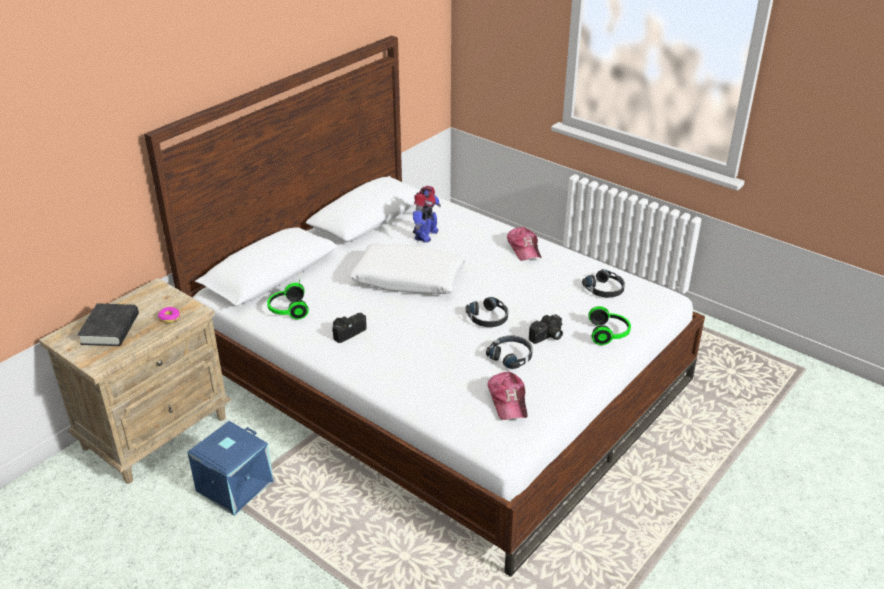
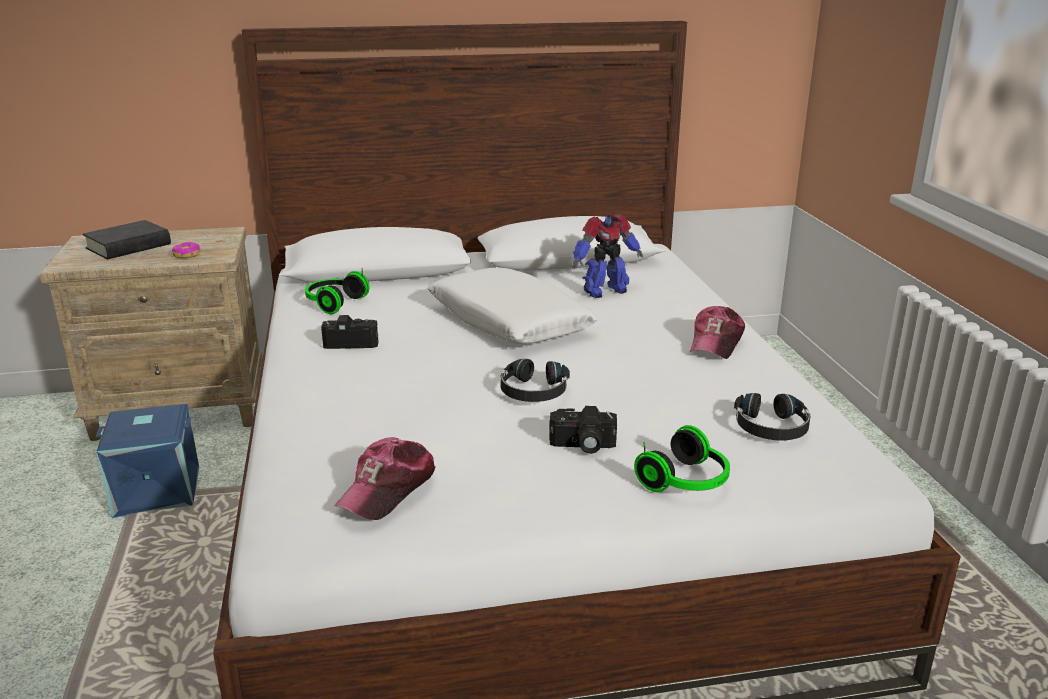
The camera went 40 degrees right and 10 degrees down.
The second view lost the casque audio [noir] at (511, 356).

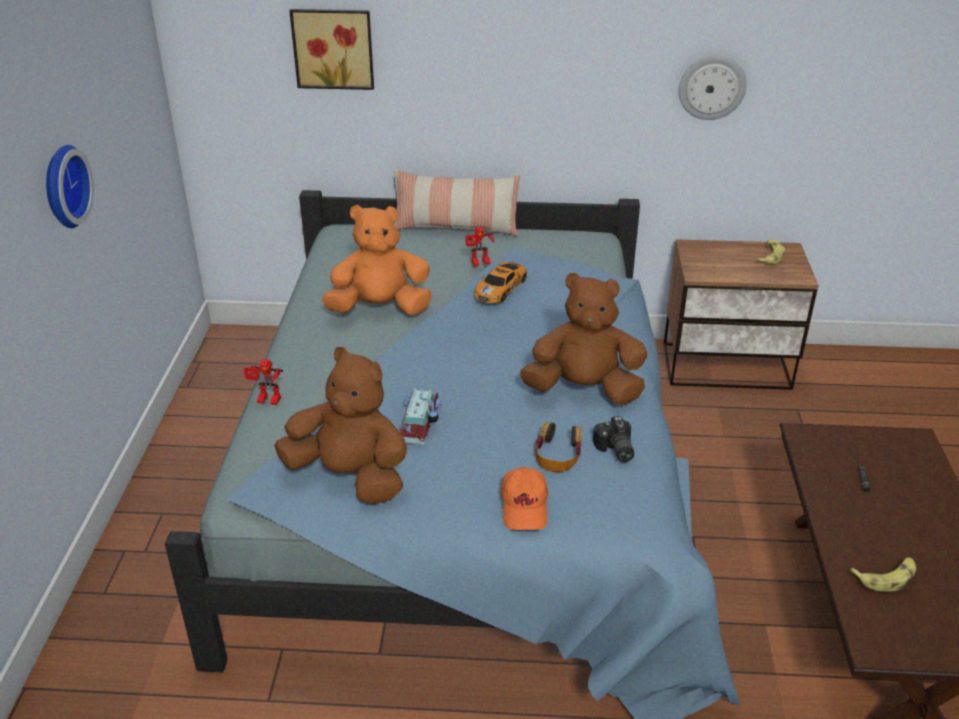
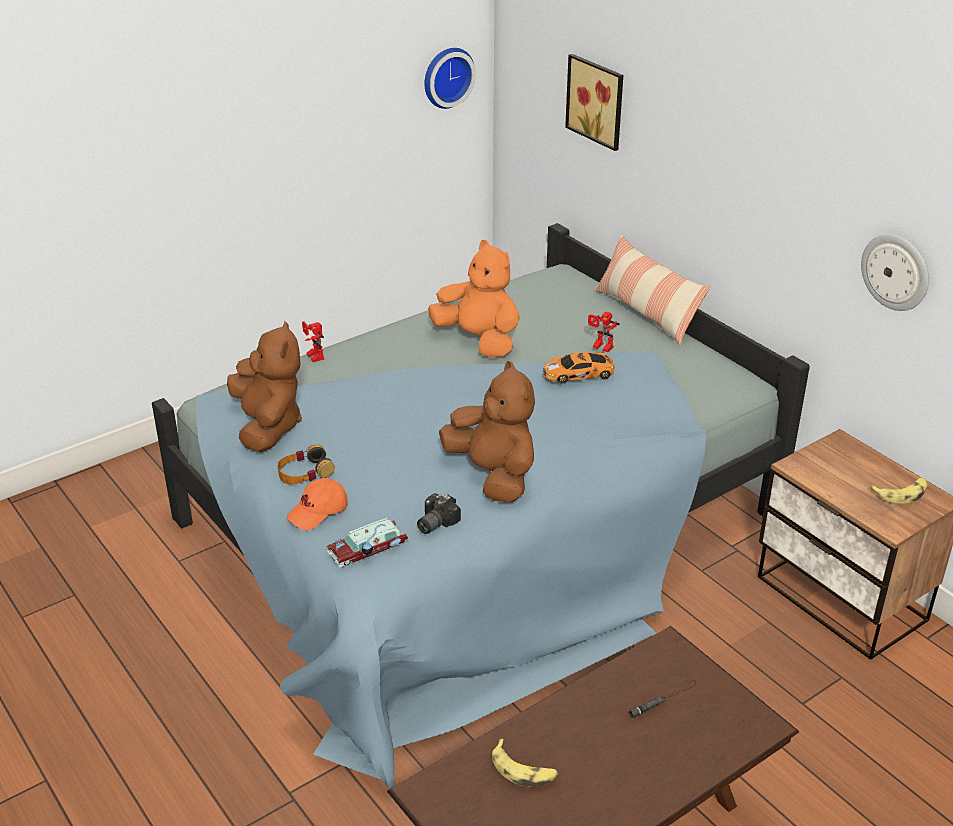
The camera went 50 degrees right and 0 degrees up.
The horloge murale ended up elsewhere, having gone from (62, 186) to (446, 76).
The petite voiture ended up elsewhere, having gone from (420, 421) to (369, 548).
The casque audio ended up elsewhere, having gone from (558, 454) to (304, 472).

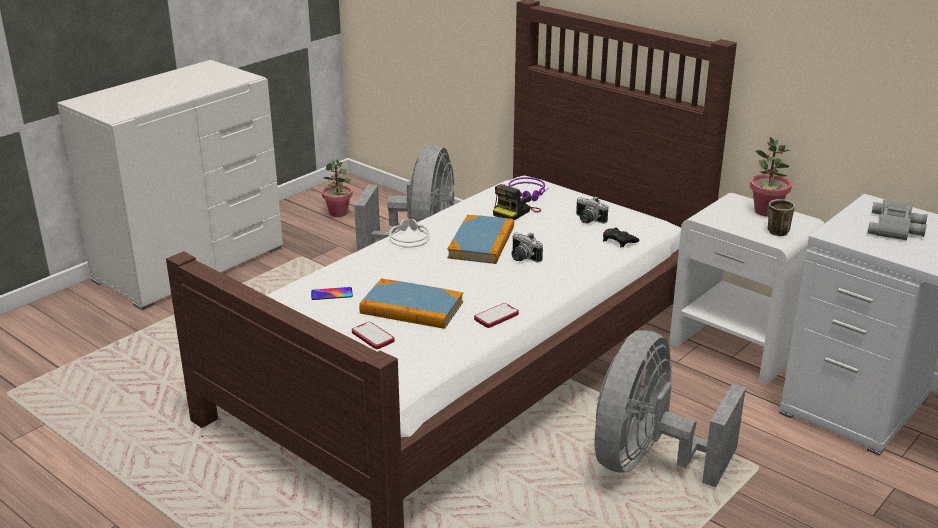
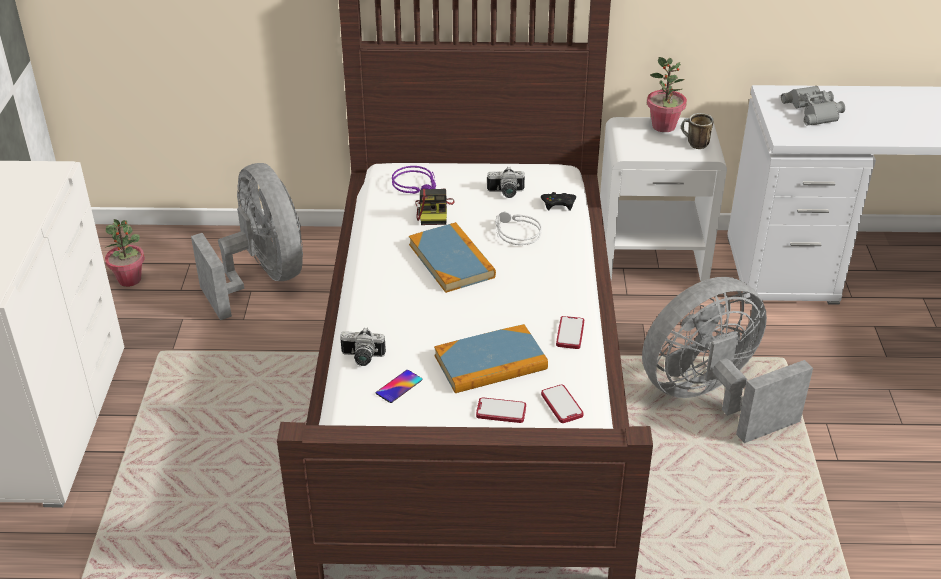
The camera went 40 degrees left and 10 degrees up.
The second view gained the téléphone at (562, 405).
The casque audio [gris] ended up elsewhere, having gone from (407, 238) to (515, 233).
The appareil photo ended up elsewhere, having gone from (522, 258) to (362, 358).
The ventilateur [gris] at (648, 461) ended up facing another way, 75 degrees clockwise from before.

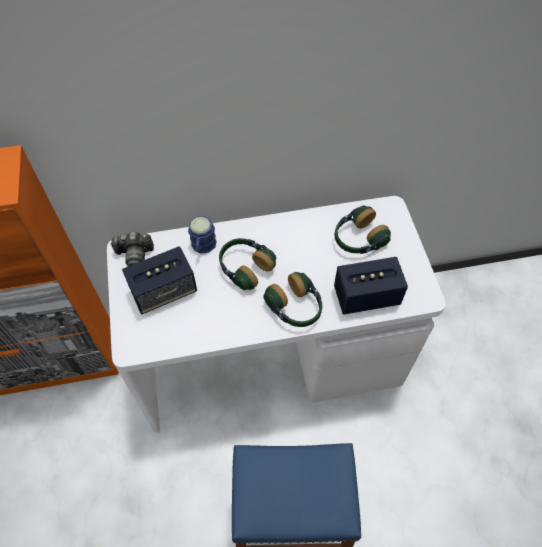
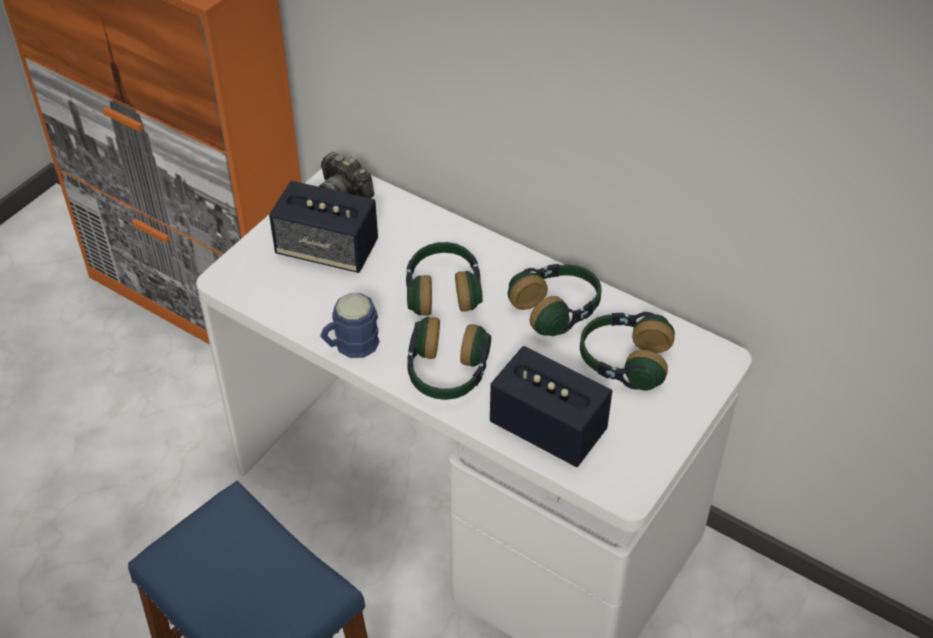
The camera went 45 degrees right and 10 degrees down.
The second view gained the casque audio at (557, 310).
The mug [bleu] ended up elsewhere, having gone from (202, 247) to (350, 346).

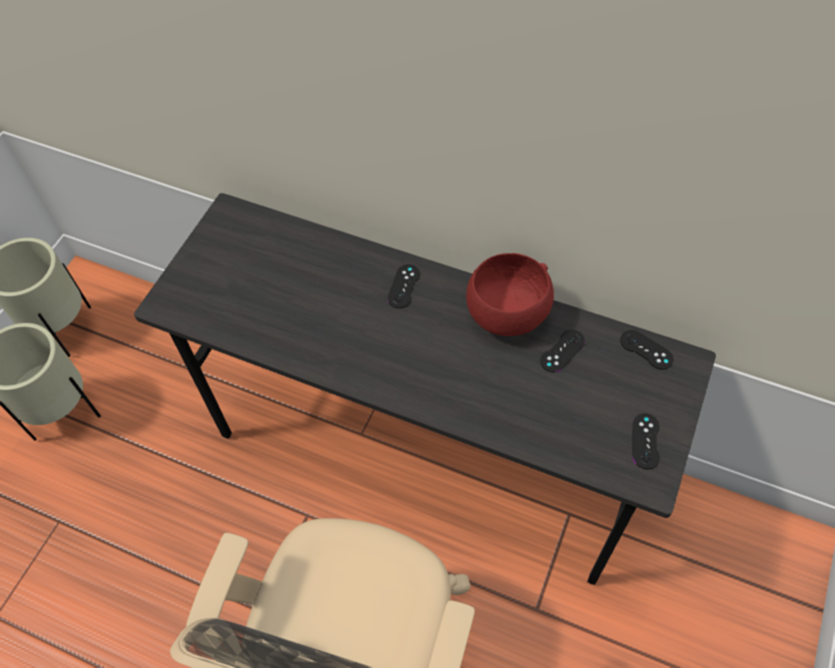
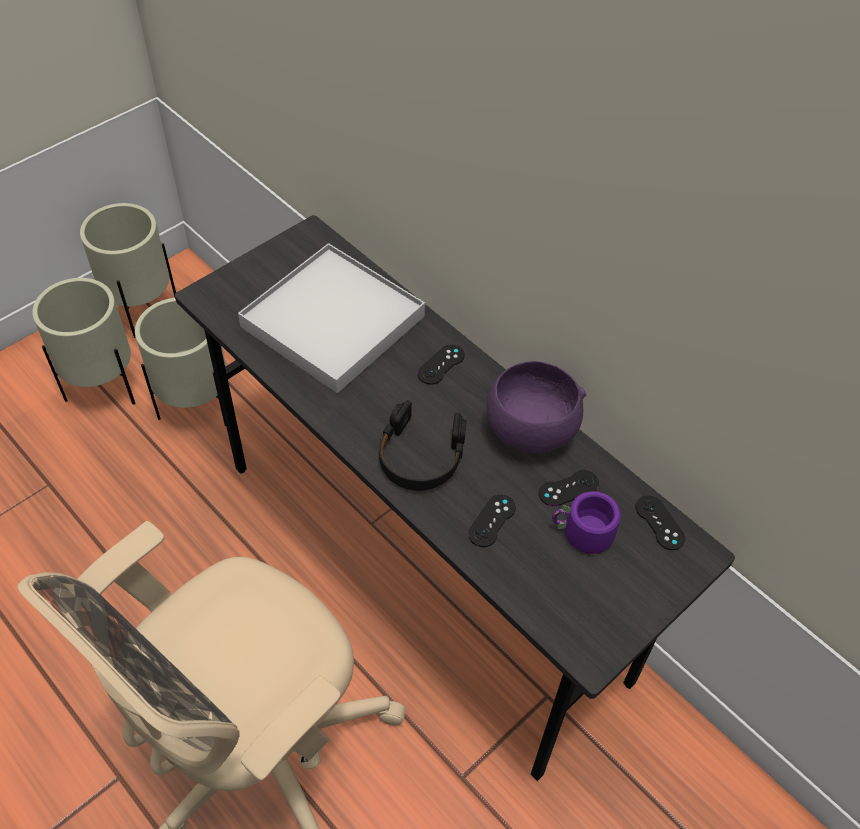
The camera went 20 degrees right and 5 degrees down.
The second view gained the cache-pot [beige] at (197, 408).
The second view gained the plateau [blanc] at (332, 321).
The second view gained the casque audio [noir] at (420, 456).
The second view gained the mug [violet] at (582, 536).
The manette [noir] ended up elsewhere, having gone from (645, 441) to (492, 521).
What was the bol [rouge] at (505, 316) turned into the bol [violet] at (528, 432).

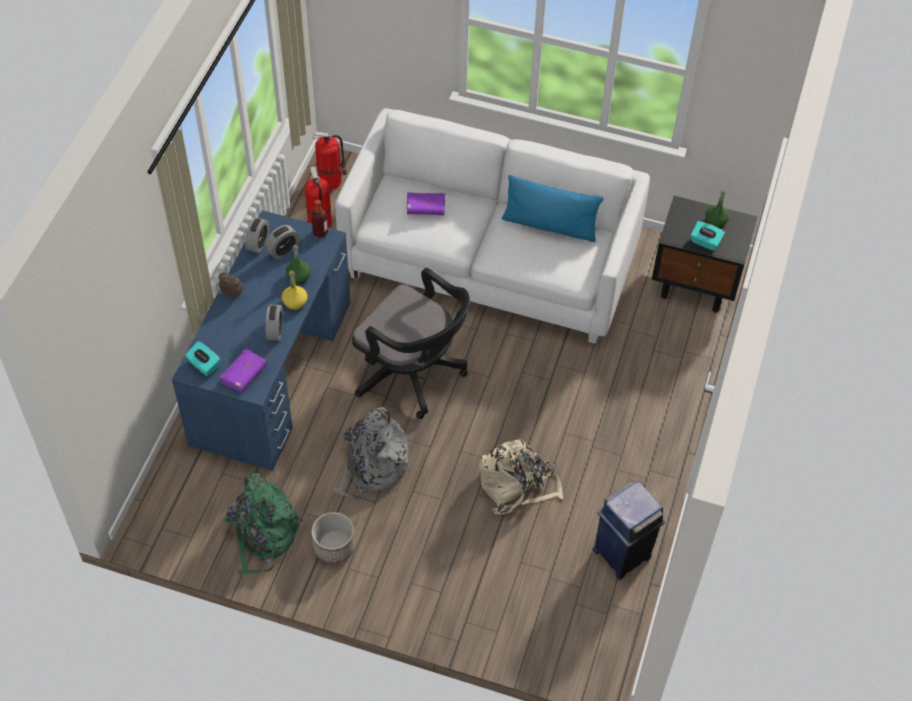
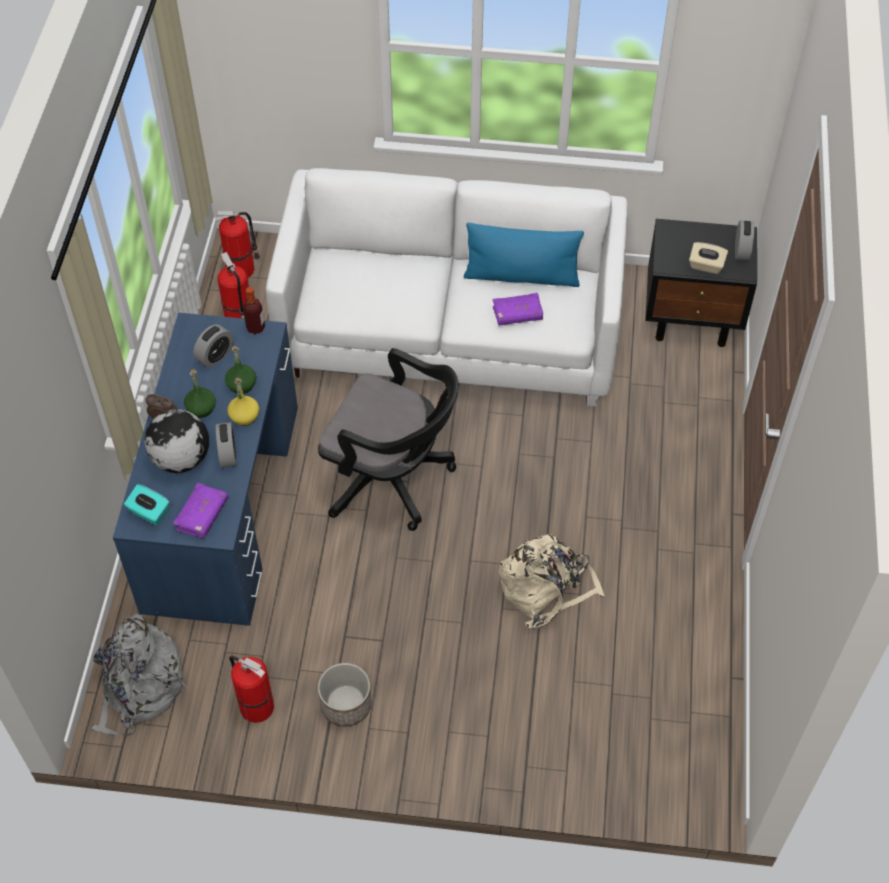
The camera went 10 degrees left and 0 degrees up.
The second view lost the poubelle [bleu] at (623, 553).
The second view gained the globe at (180, 459).
The réveil ended up elsewhere, having gone from (258, 243) to (741, 250).
The sac à dos [gris] ended up elsewhere, having gone from (372, 466) to (139, 688).
The livre [violet] ended up elsewhere, having gone from (425, 208) to (517, 314).
The bouteille [vert] ended up elsewhere, having gone from (716, 221) to (201, 408).
Where the sac à dos [vert] stood at (262, 534), the extincteur came to stand at (255, 706).
What was the boîte à mouchoirs [turquoise] at (705, 242) turned into the boîte à mouchoirs [beige] at (706, 266).

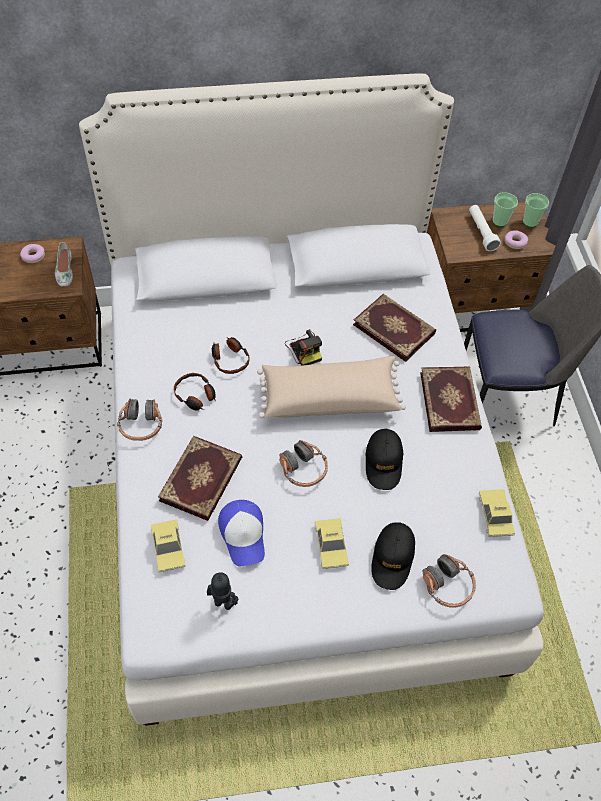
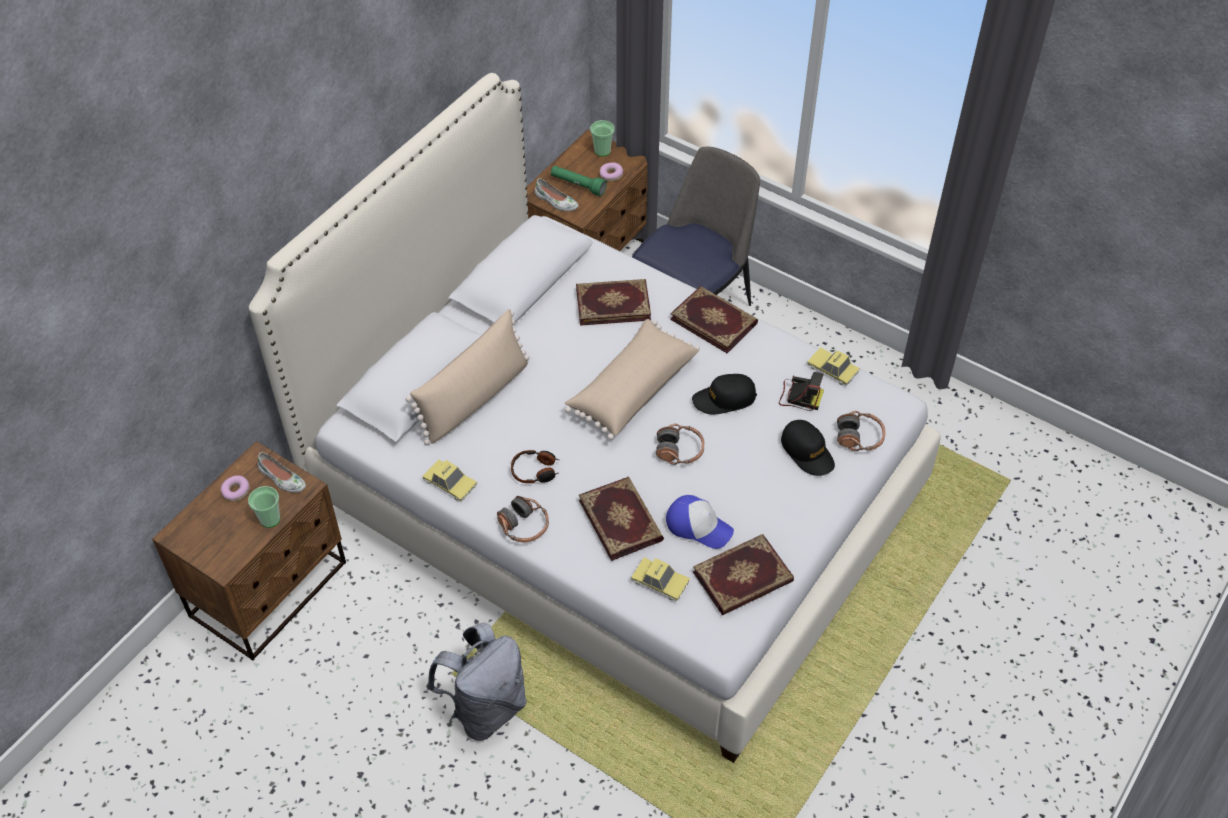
The camera went 45 degrees left and 5 degrees down.
The second view lost the casque audio at (229, 359).
The second view gained the coussin [beige] at (474, 398).
The second view gained the sac à dos [gris] at (485, 708).
The second view gained the chaussure [blanc] at (556, 202).
The appareil photo ended up elsewhere, having gone from (304, 349) to (799, 396).
The petite voiture ended up elsewhere, having gone from (331, 545) to (450, 483).
The tasse ended up elsewhere, having gone from (500, 221) to (270, 519).
Where the robot jouet stood at (223, 603), the livre came to stand at (743, 578).
What was the lampe de poche [blanc] at (481, 232) turned into the lampe de poche [vert] at (578, 185).
The casquette [noir] at (384, 462) ended up facing another way, 120 degrees clockwise from before.

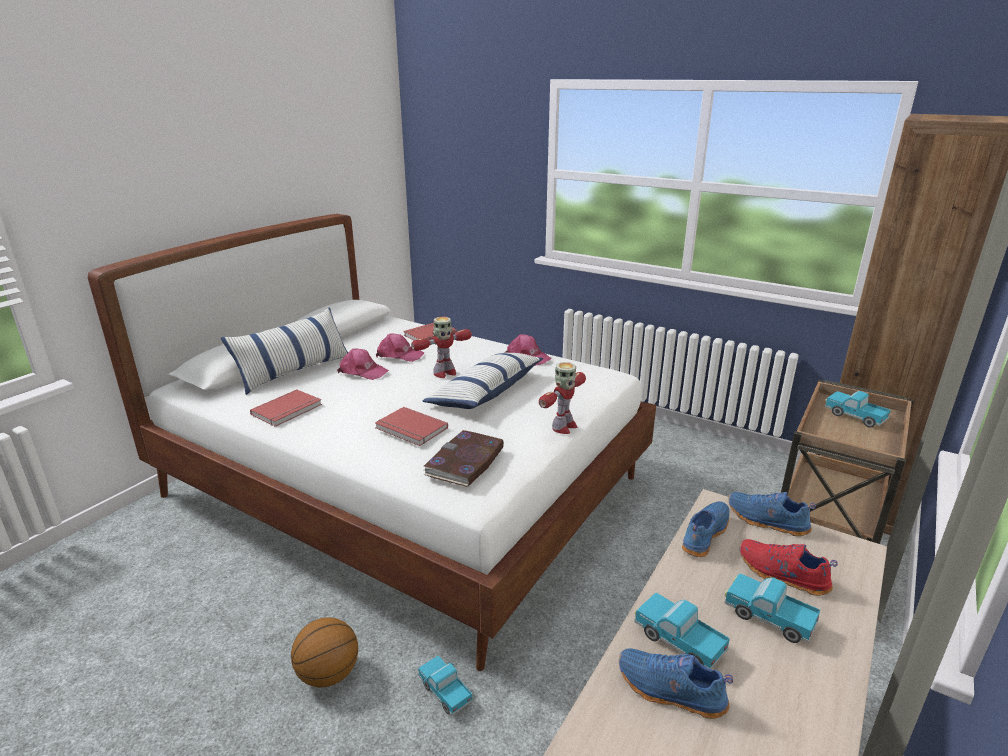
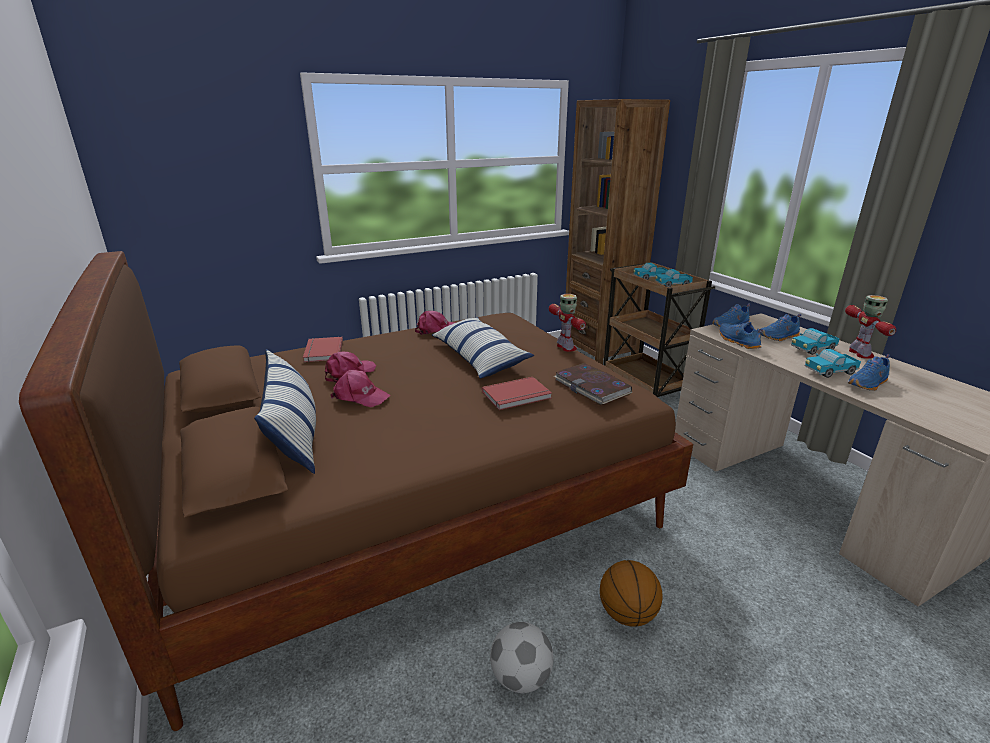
The camera went 60 degrees left and 0 degrees up.
The second view lost the livre [rouge] at (288, 410).
The second view gained the ballon de foot at (521, 677).
The robot jouet ended up elsewhere, having gone from (444, 373) to (860, 354).
The camion jouet ended up elsewhere, having gone from (444, 692) to (672, 285).
What was the lit [blanc] at (404, 488) turned into the lit [marron] at (407, 501).
What was the chaussure [rouge] at (781, 575) turned into the chaussure [bleu] at (779, 337).
The casquette [rose] at (362, 371) ended up facing another way, 60 degrees clockwise from before.

